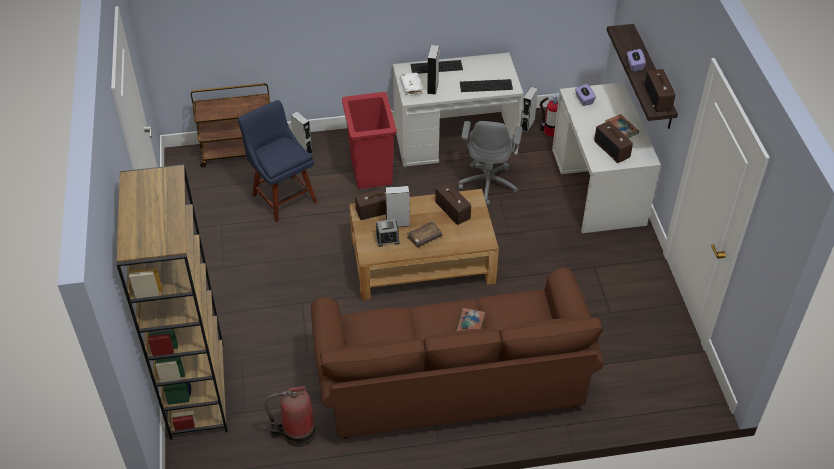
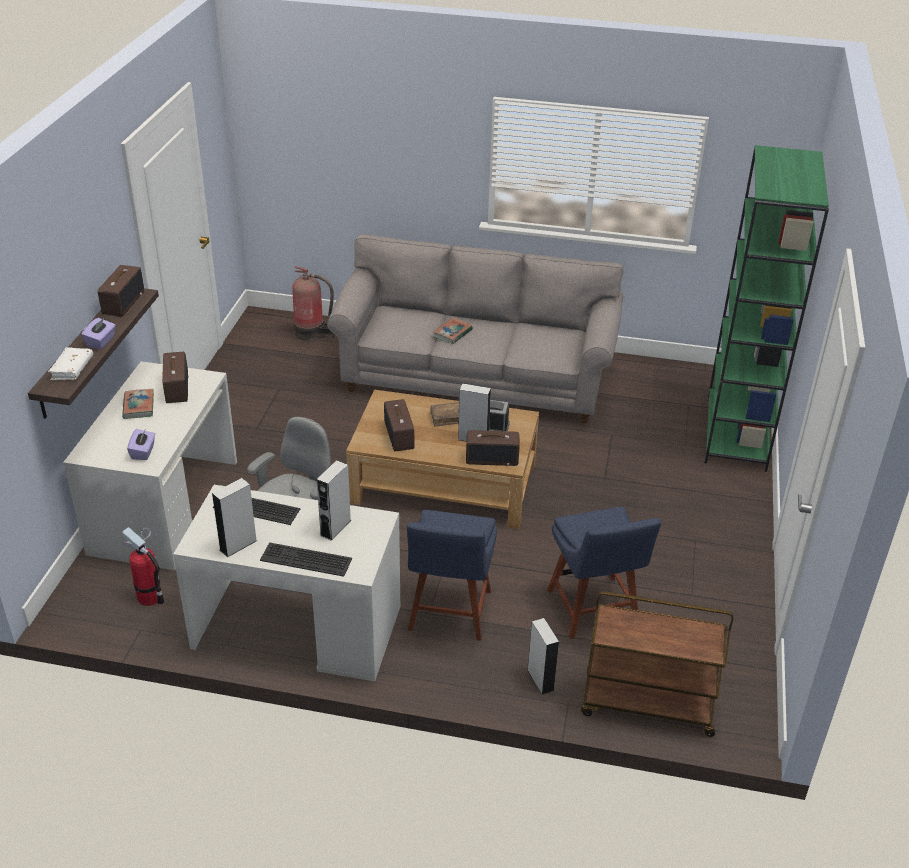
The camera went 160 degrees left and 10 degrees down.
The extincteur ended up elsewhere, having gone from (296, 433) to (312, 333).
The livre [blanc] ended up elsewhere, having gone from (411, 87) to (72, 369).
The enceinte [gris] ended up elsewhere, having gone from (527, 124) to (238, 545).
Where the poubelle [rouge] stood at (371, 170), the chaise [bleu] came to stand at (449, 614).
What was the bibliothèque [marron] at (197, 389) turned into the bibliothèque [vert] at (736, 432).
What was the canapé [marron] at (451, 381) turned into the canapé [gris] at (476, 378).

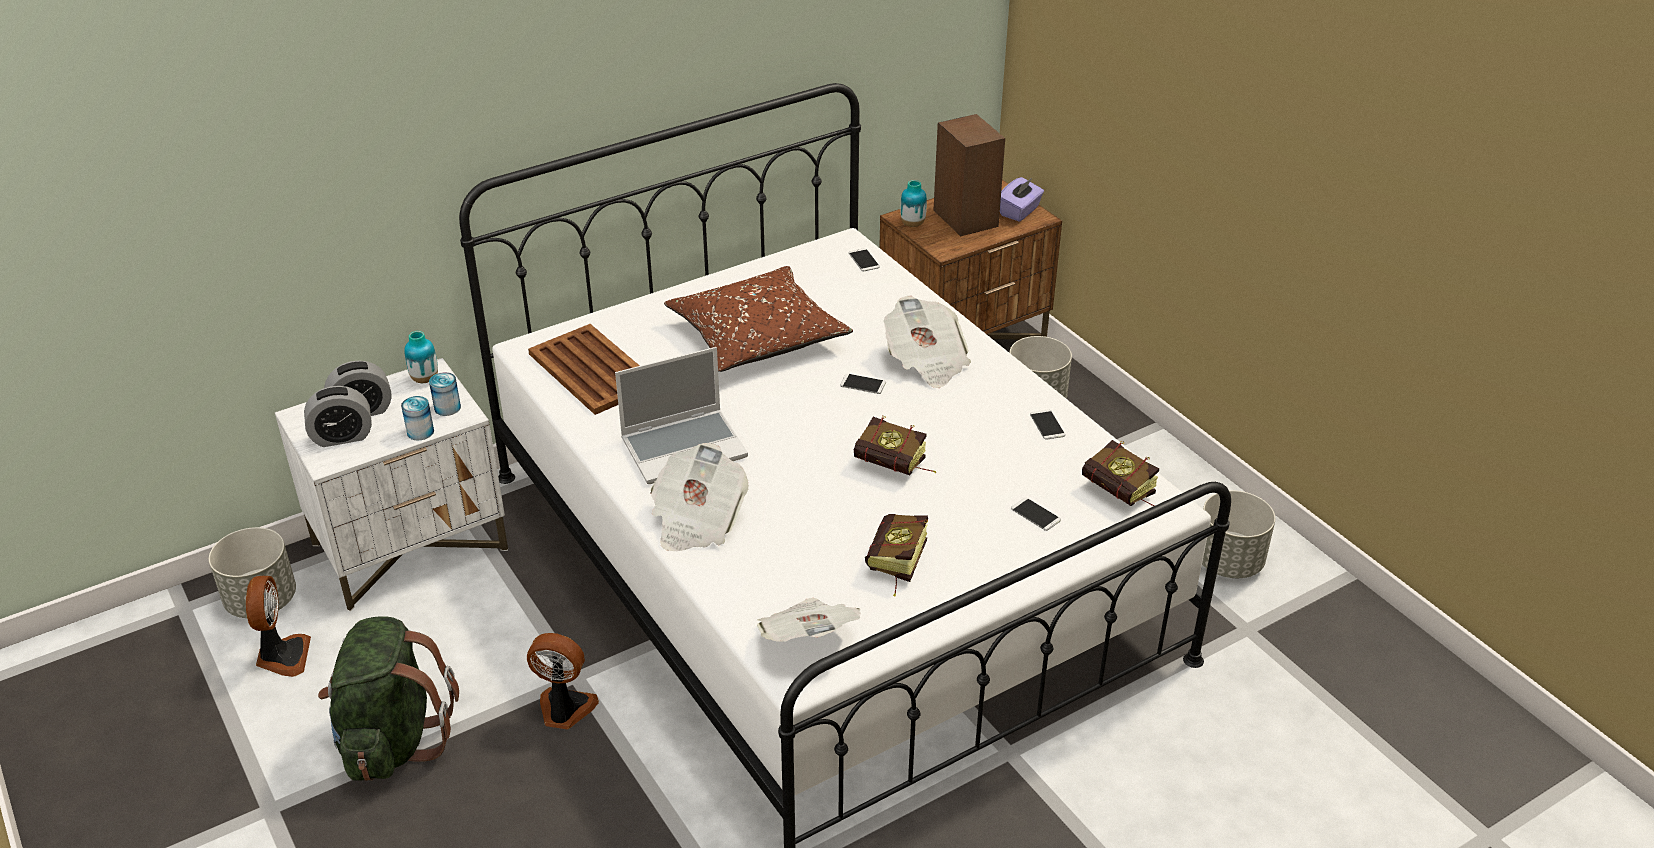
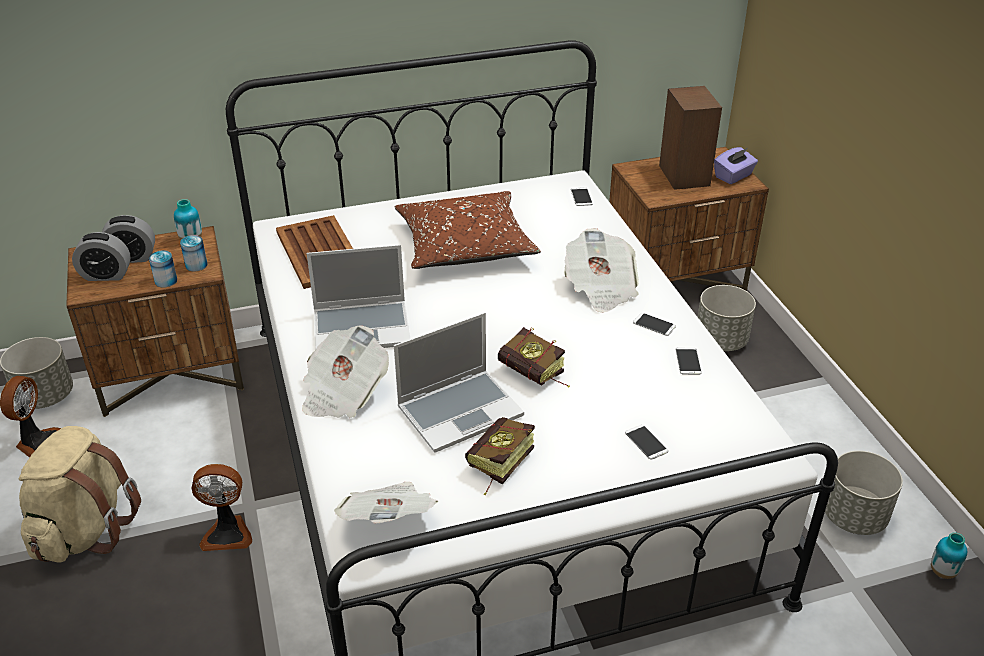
The camera went 15 degrees right and 0 degrees up.
The second view lost the livre at (1123, 495).
The second view gained the ordinateur portable at (460, 411).
The téléphone ended up elsewhere, having gone from (863, 384) to (654, 325).
The vase ended up elsewhere, having gone from (912, 224) to (942, 572).
What was the table de chevet [blanc] at (411, 546) turned into the table de chevet [marron] at (173, 374).
What was the sac à dos [vert] at (393, 740) turned into the sac à dos [beige] at (85, 529).
The ventilateur at (564, 710) ended up facing another way, 150 degrees clockwise from before.

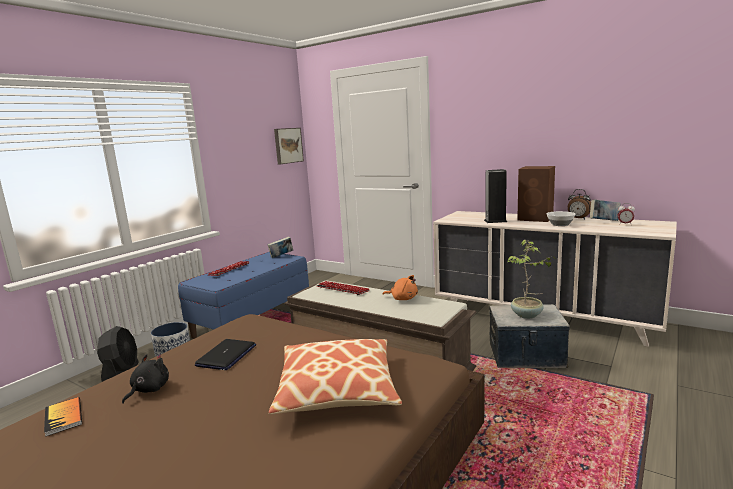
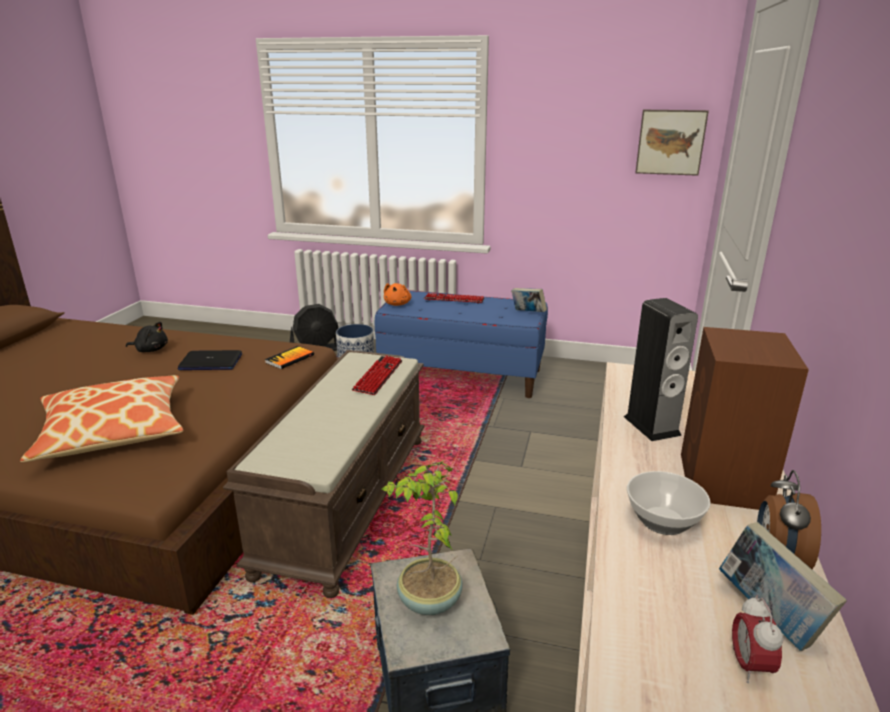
The camera went 70 degrees right and 10 degrees up.
The livre ended up elsewhere, having gone from (64, 417) to (290, 359).
The peluche [orange] ended up elsewhere, having gone from (403, 298) to (397, 304).

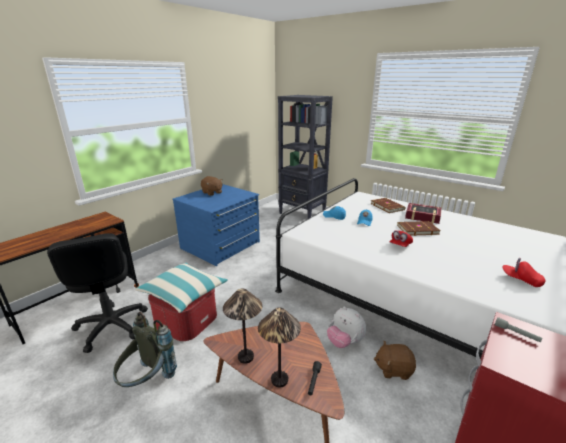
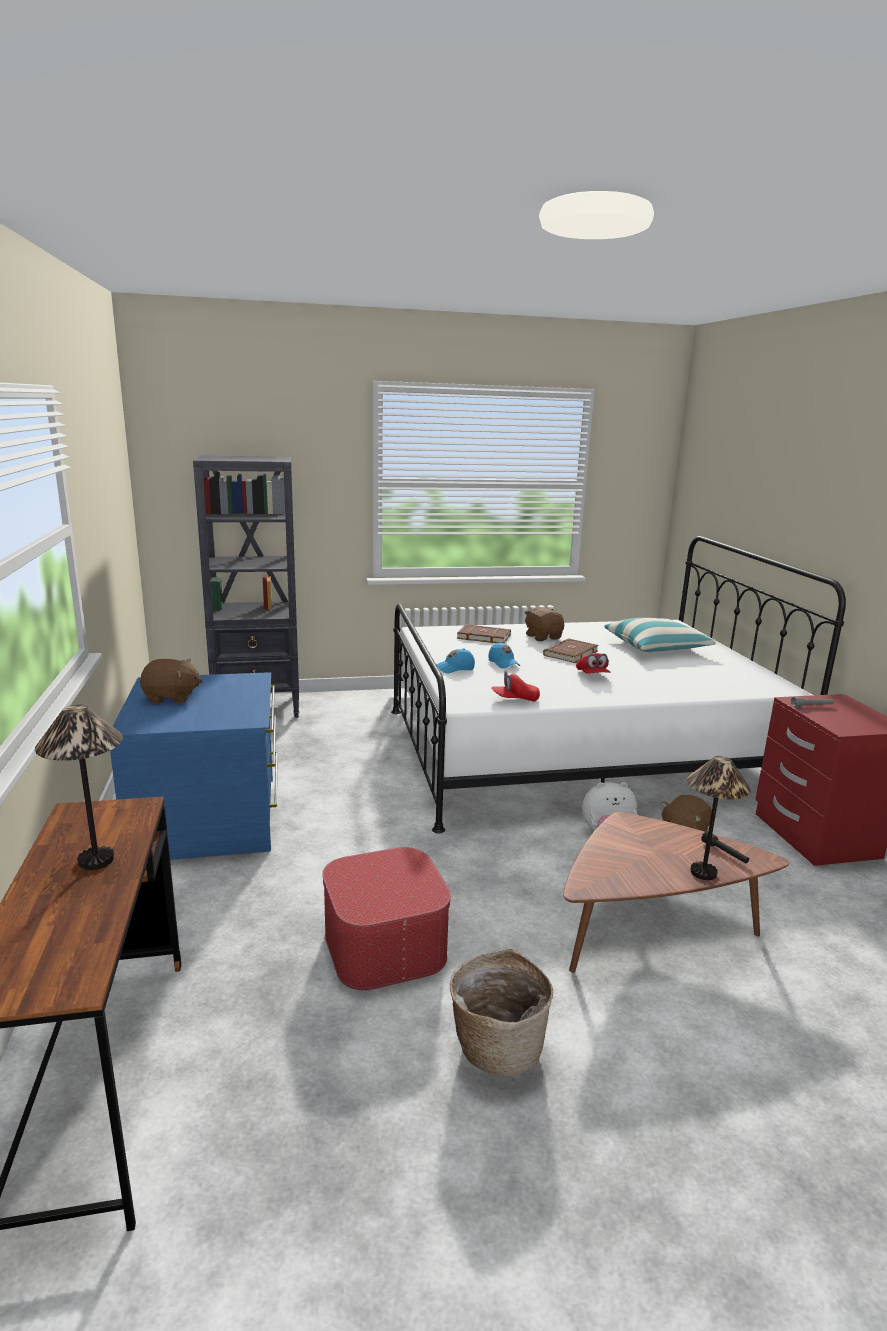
The camera went 50 degrees left and 5 degrees down.
The second view lost the chaise de bureau [noir] at (111, 326).
The coussin ended up elsewhere, having gone from (183, 293) to (655, 647).
The lampe de table ended up elsewhere, having gone from (245, 357) to (95, 860).
The casquette [rouge] ended up elsewhere, having gone from (521, 280) to (515, 700).
Where the sac à dos [gris] stood at (147, 381), the panier came to stand at (497, 1045).
Where the livre stood at (422, 217), the peluche [marron] came to stand at (543, 637).

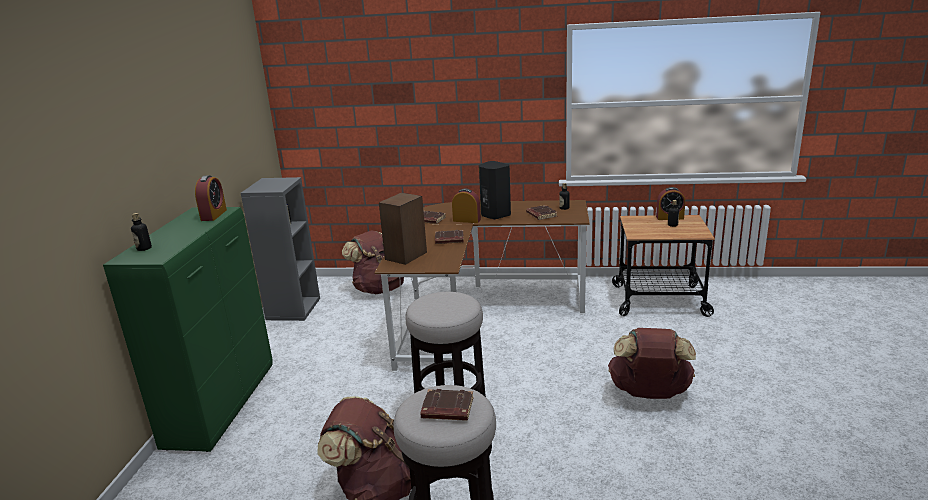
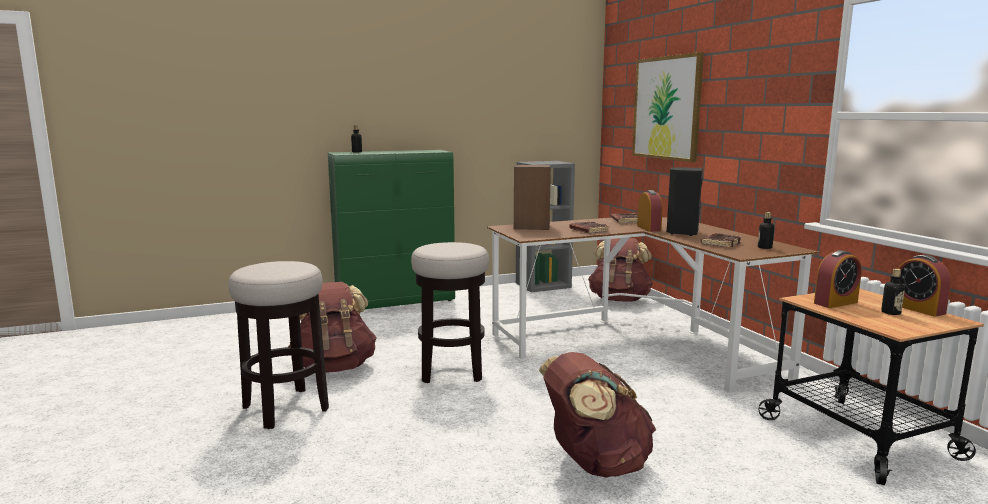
The camera went 60 degrees right and 10 degrees down.
The second view lost the livre [marron] at (447, 409).
The second view gained the tableau at (666, 108).
The réveil ended up elsewhere, having gone from (214, 215) to (835, 303).

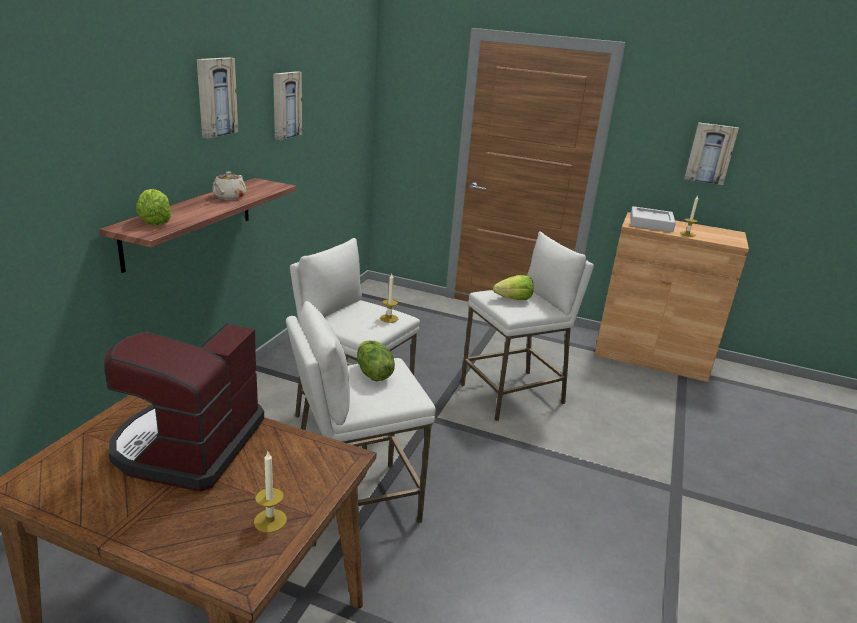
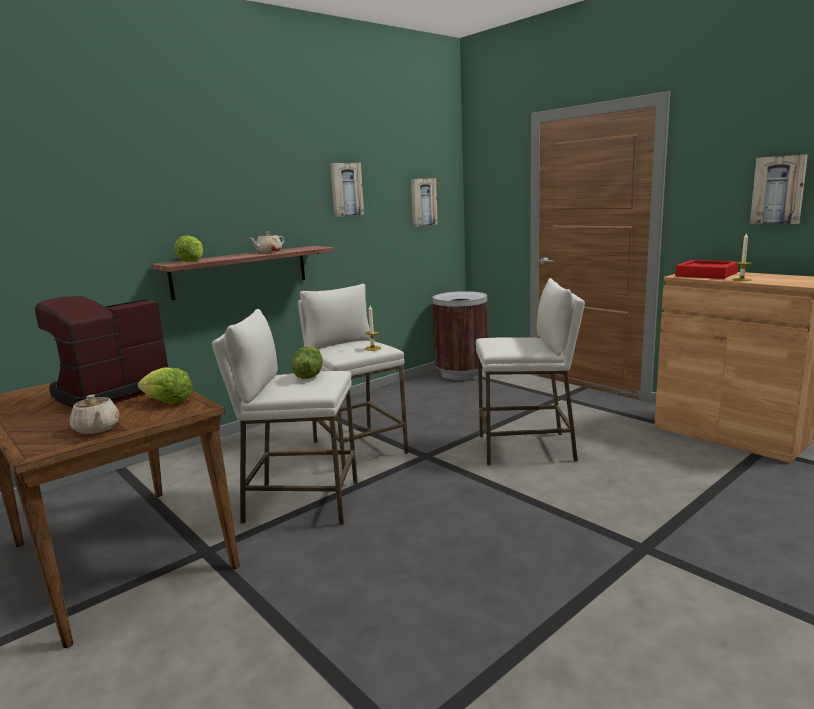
The camera went 30 degrees right and 10 degrees down.
The second view gained the poubelle [marron] at (461, 373).
The tableau ended up elsewhere, having gone from (215, 97) to (423, 202).
The laitue ended up elsewhere, having gone from (514, 299) to (168, 402).
Where the bougie stood at (270, 520), the théière [beige] came to stand at (97, 429).
What was the plateau [gris] at (650, 223) turned into the plateau [rouge] at (706, 274).

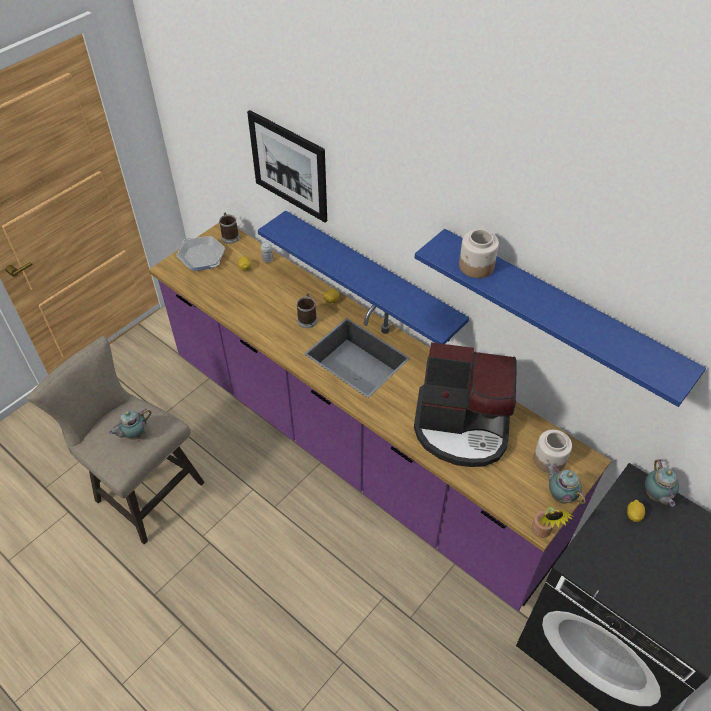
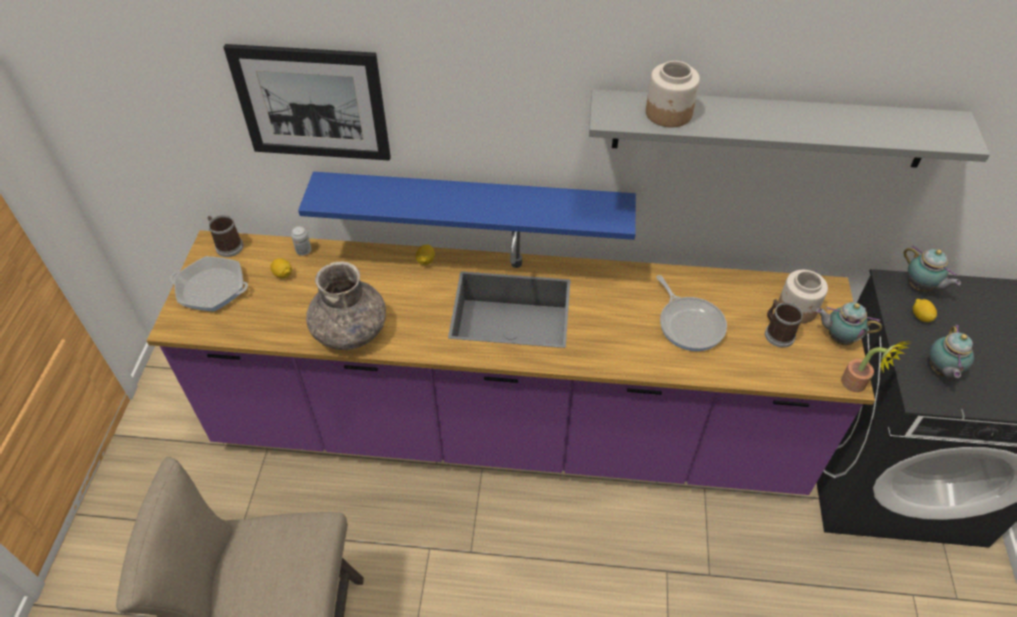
The camera went 35 degrees left and 0 degrees up.
The second view gained the vase [gris] at (350, 330).
The théière ended up elsewhere, having gone from (134, 435) to (940, 371).
The mug ended up elsewhere, having gone from (307, 318) to (777, 333).
Where the machine à café stood at (462, 427), the poêle came to stand at (689, 324).
What was the étagère [bleu] at (558, 311) turned into the étagère [gris] at (770, 128).

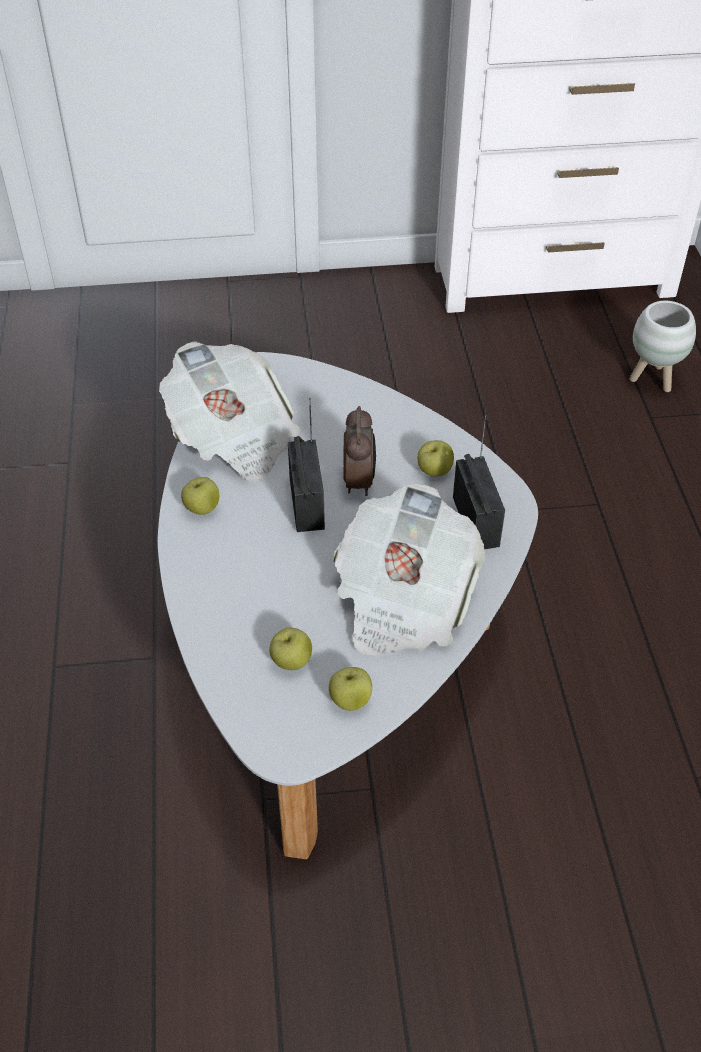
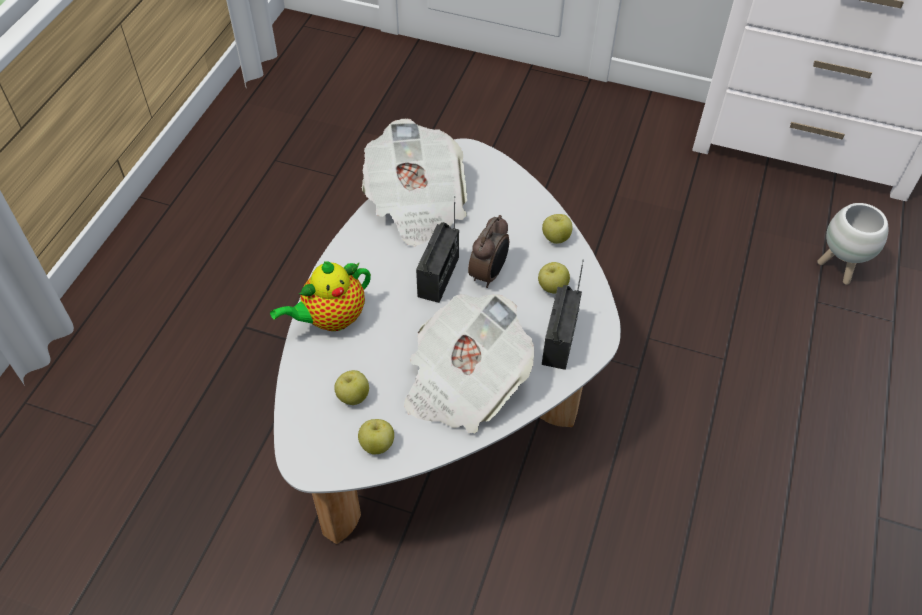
The camera went 25 degrees right and 5 degrees up.
The second view gained the théière at (331, 319).
The pomme ended up elsewhere, having gone from (202, 508) to (556, 238).

